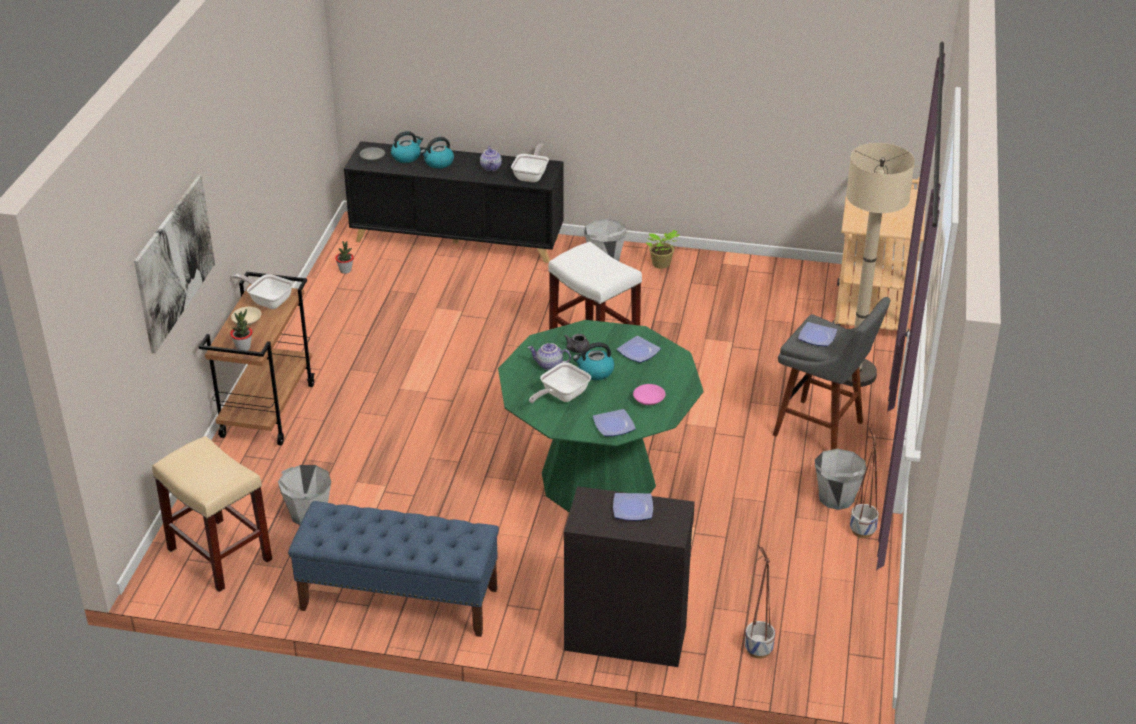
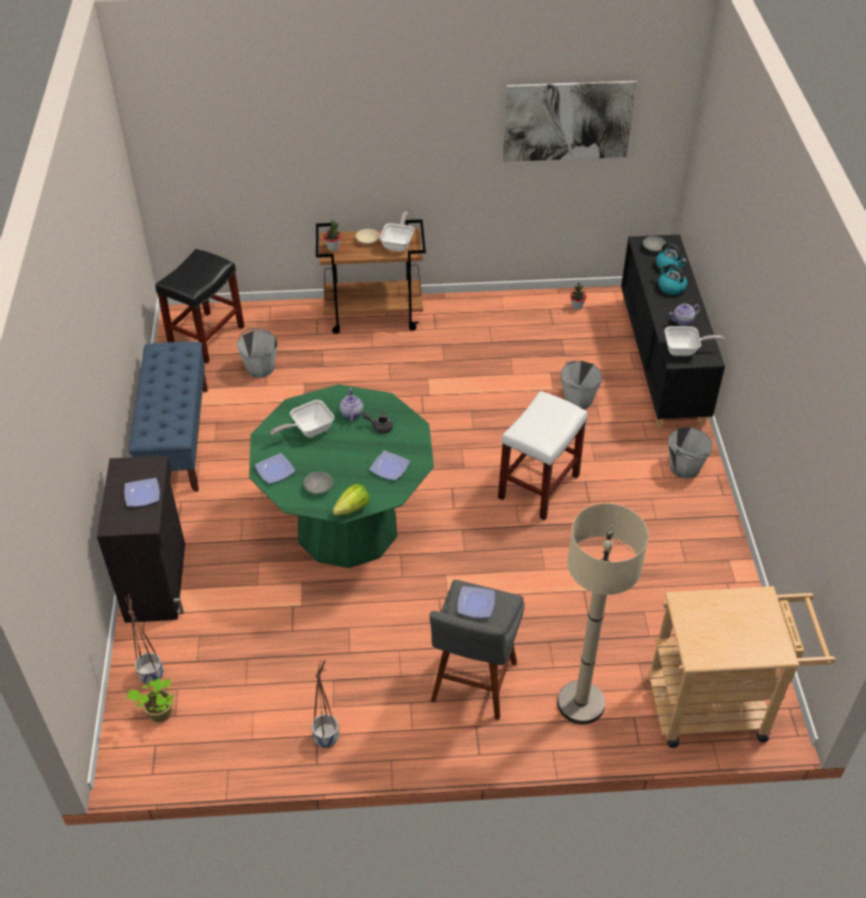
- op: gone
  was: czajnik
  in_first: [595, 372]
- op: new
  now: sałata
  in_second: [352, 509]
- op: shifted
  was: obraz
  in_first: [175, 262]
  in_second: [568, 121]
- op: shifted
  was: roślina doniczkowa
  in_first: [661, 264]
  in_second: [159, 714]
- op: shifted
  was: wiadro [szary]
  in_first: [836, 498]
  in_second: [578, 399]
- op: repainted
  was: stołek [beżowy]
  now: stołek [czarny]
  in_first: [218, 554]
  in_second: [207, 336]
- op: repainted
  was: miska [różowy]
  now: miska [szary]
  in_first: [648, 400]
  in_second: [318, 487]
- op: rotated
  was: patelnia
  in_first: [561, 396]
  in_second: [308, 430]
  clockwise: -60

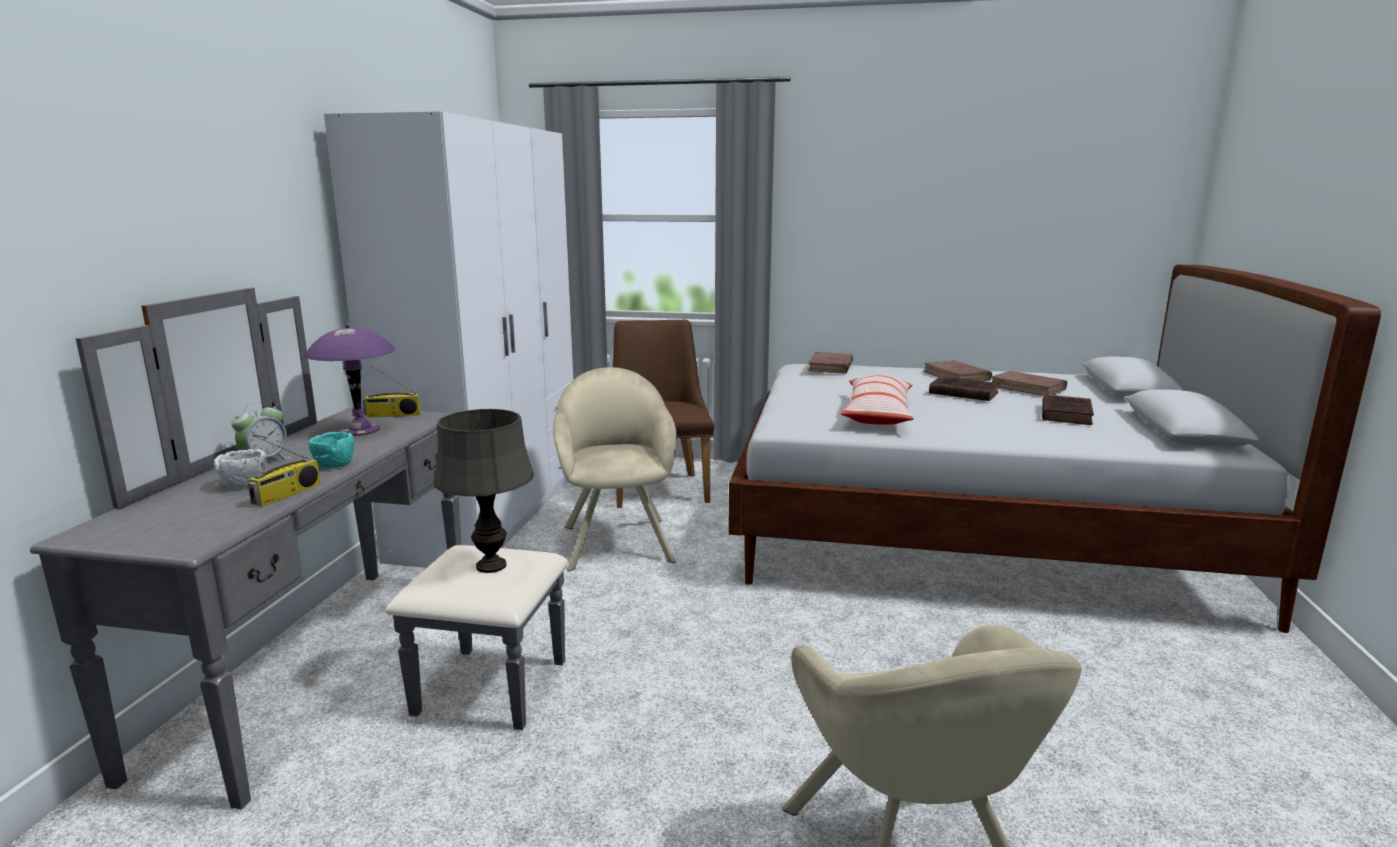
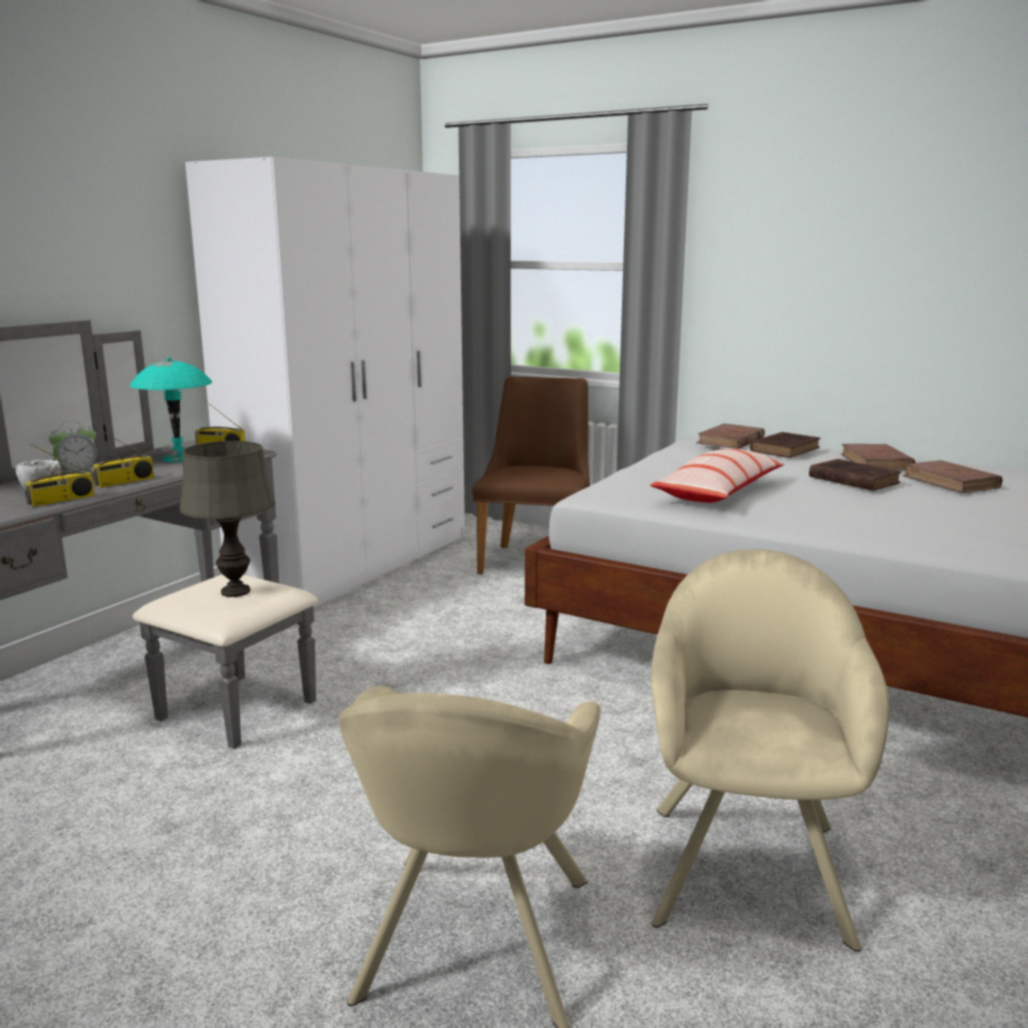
- op: shifted
  was: fotel [beżowy]
  in_first: [617, 540]
  in_second: [747, 862]
- op: shifted
  was: książka [brązowy]
  in_first: [1066, 414]
  in_second: [785, 449]
- op: swapped
  was: miska [turkusowy]
  now: radio
  in_first: [335, 464]
  in_second: [124, 482]
- op: repainted
  was: lampa stołowa [fioletowy]
  now: lampa stołowa [turkusowy]
  in_first: [360, 430]
  in_second: [178, 458]

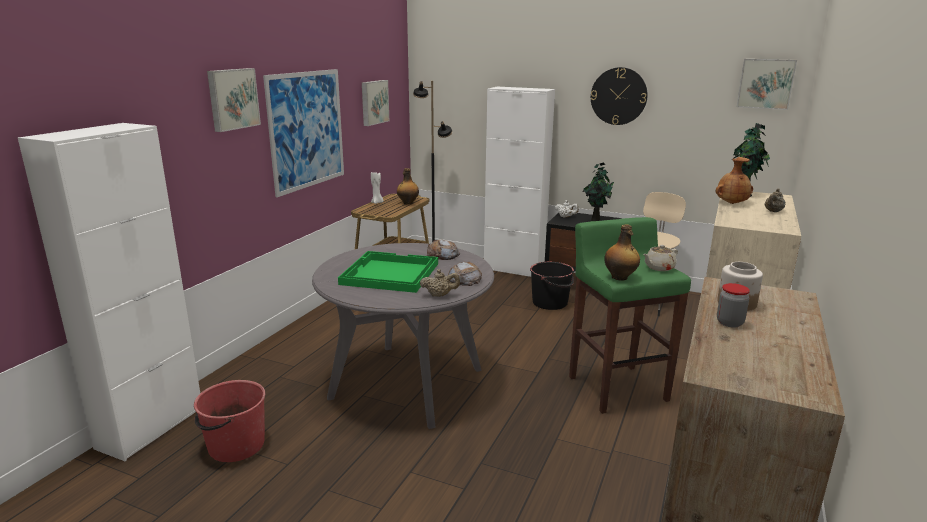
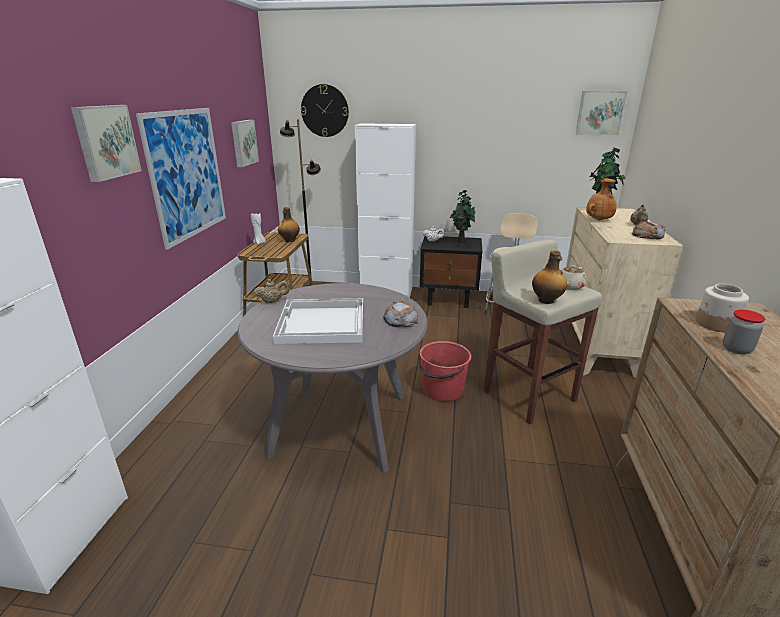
- op: gone
  was: wiadro [czarny]
  in_first: [550, 303]
- op: shifted
  was: wiadro [czerwony]
  in_first: [235, 446]
  in_second: [442, 390]
- op: shifted
  was: imbryk [beżowy]
  in_first: [440, 295]
  in_second: [272, 301]
- op: shifted
  was: chleb
  in_first: [442, 255]
  in_second: [647, 235]
- op: shifted
  was: zegar ścienny
  in_first: [618, 96]
  in_second: [325, 111]
- op: repainted
  was: taca [zielony]
  now: taca [biały]
  in_first: [389, 274]
  in_second: [321, 323]
- op: repainted
  was: stołek [zielony]
  now: stołek [beżowy]
  in_first: [617, 388]
  in_second: [528, 395]

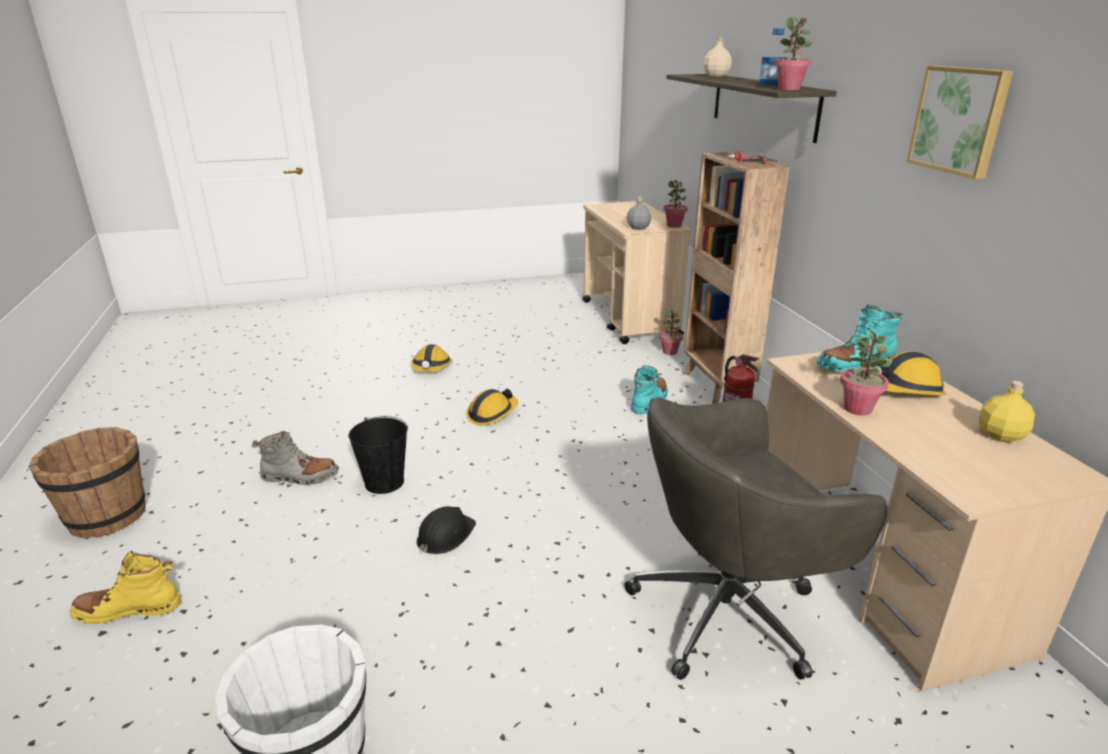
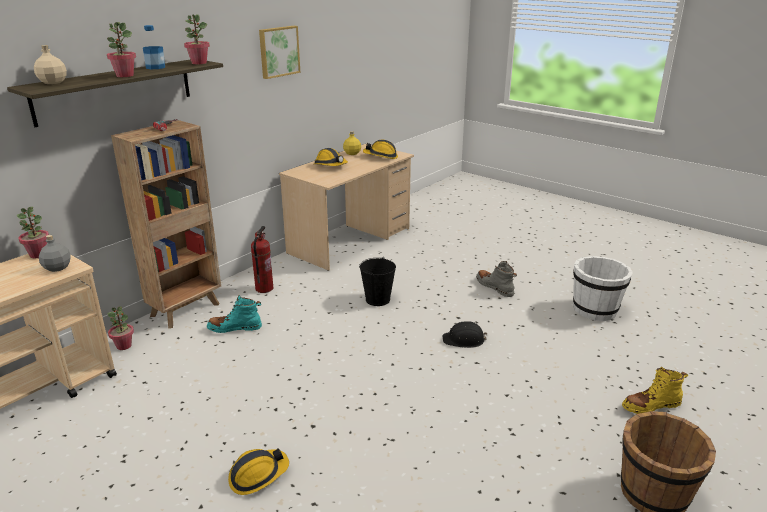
- op: gone
  was: krzesło biurowe [szary]
  in_first: [729, 611]
- op: gone
  was: but z cholewką [turkusowy]
  in_first: [855, 365]
- op: shifted
  was: but z cholewką [szary]
  in_first: [299, 477]
  in_second: [495, 287]
- op: shifted
  was: wiadro [czarny]
  in_first: [384, 482]
  in_second: [378, 299]
- op: shifted
  was: kask
  in_first: [492, 414]
  in_second: [381, 156]
- op: shifted
  was: roślina doniczkowa
  in_first: [858, 409]
  in_second: [125, 75]
- op: rotated
  was: but z cholewką [żółty]
  in_first: [129, 610]
  in_second: [650, 406]
  clockwise: 120

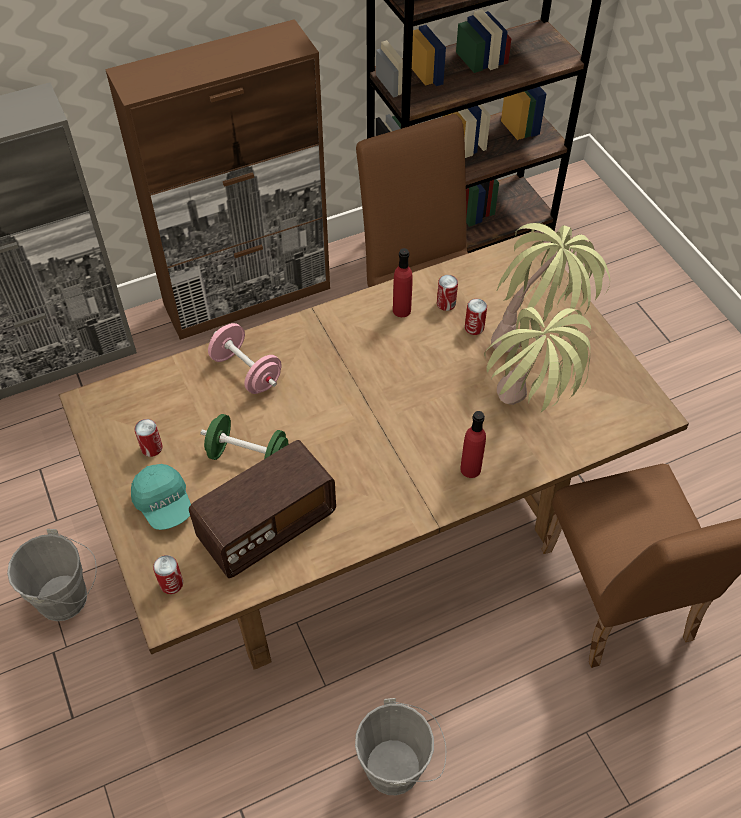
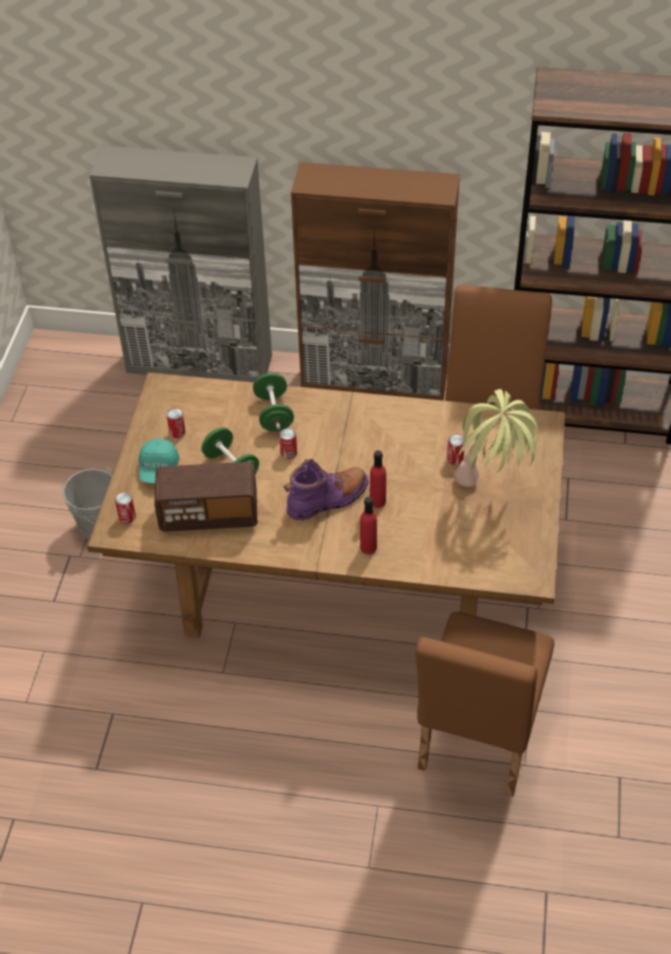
- op: gone
  was: wiadro [szary]
  in_first: [399, 767]
- op: gone
  was: roślina doniczkowa
  in_first: [526, 423]
- op: new
  now: but z cholewką [fioletowy]
  in_second: [328, 499]
- op: shifted
  was: butelka [czerwony]
  in_first: [401, 310]
  in_second: [377, 501]
- op: shifted
  was: puszka
  in_first: [446, 304]
  in_second: [288, 453]
- op: repainted
  was: hantel [różowy]
  now: hantel [zielony]
  in_first: [246, 371]
  in_second: [274, 413]

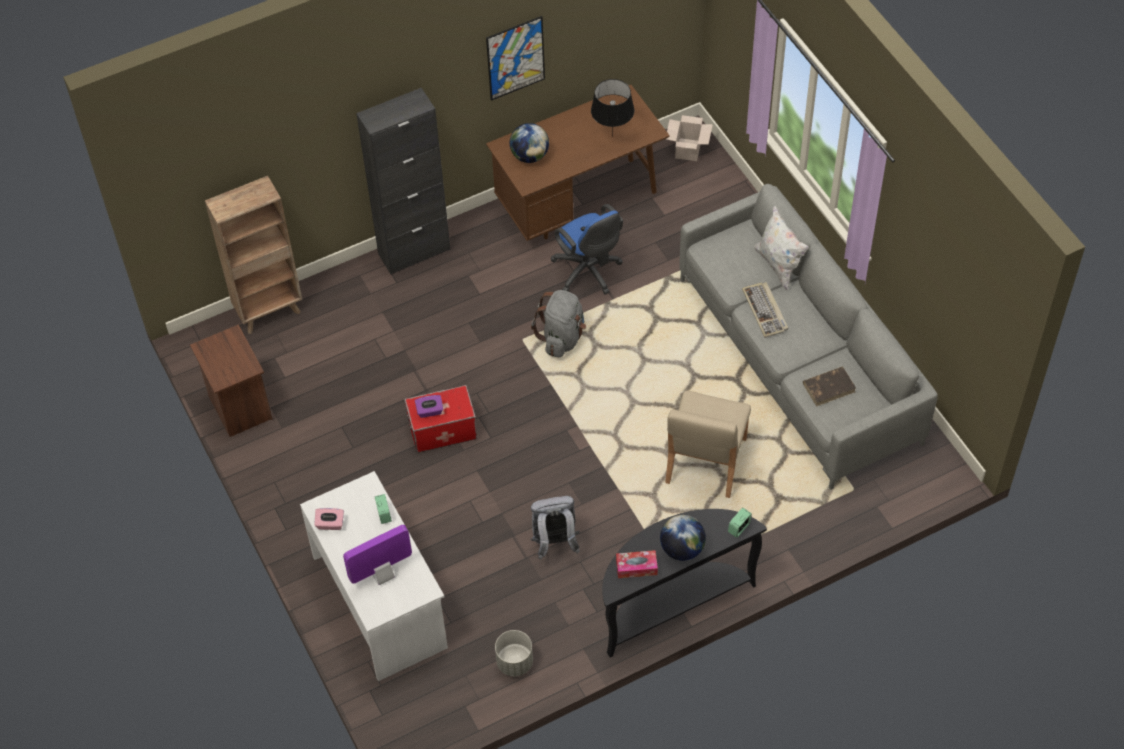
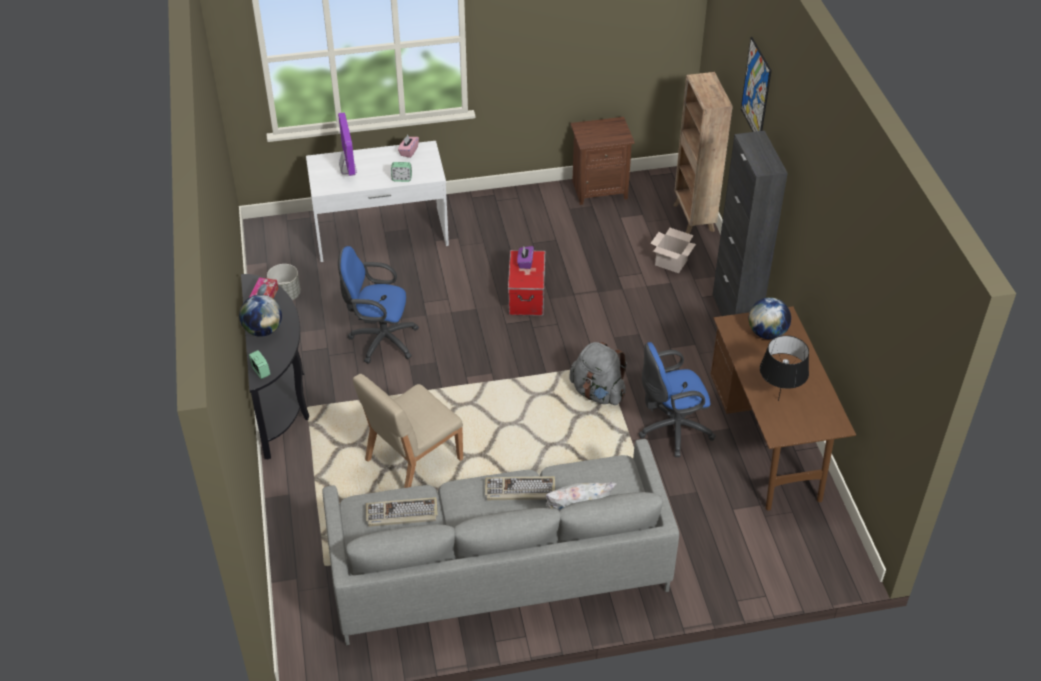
- op: shifted
  was: obraz
  in_first: [515, 58]
  in_second: [756, 90]
- op: shifted
  was: karton
  in_first: [687, 149]
  in_second: [672, 263]
- op: swapped
  was: plecak [szary]
  now: krzesło biurowe [niebieski]
  in_first: [554, 543]
  in_second: [380, 340]
- op: swapped
  was: książka [brązowy]
  now: klawiatura
  in_first: [829, 387]
  in_second: [401, 514]
- op: rotated
  was: krzesło [beżowy]
  in_first: [705, 461]
  in_second: [412, 460]
  clockwise: -75

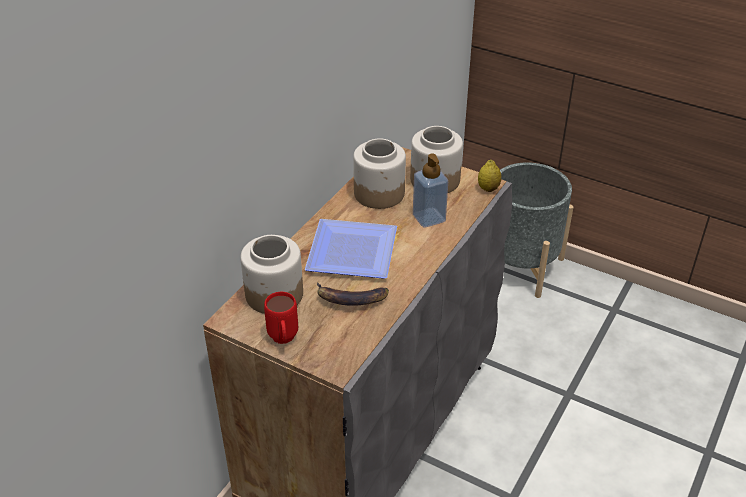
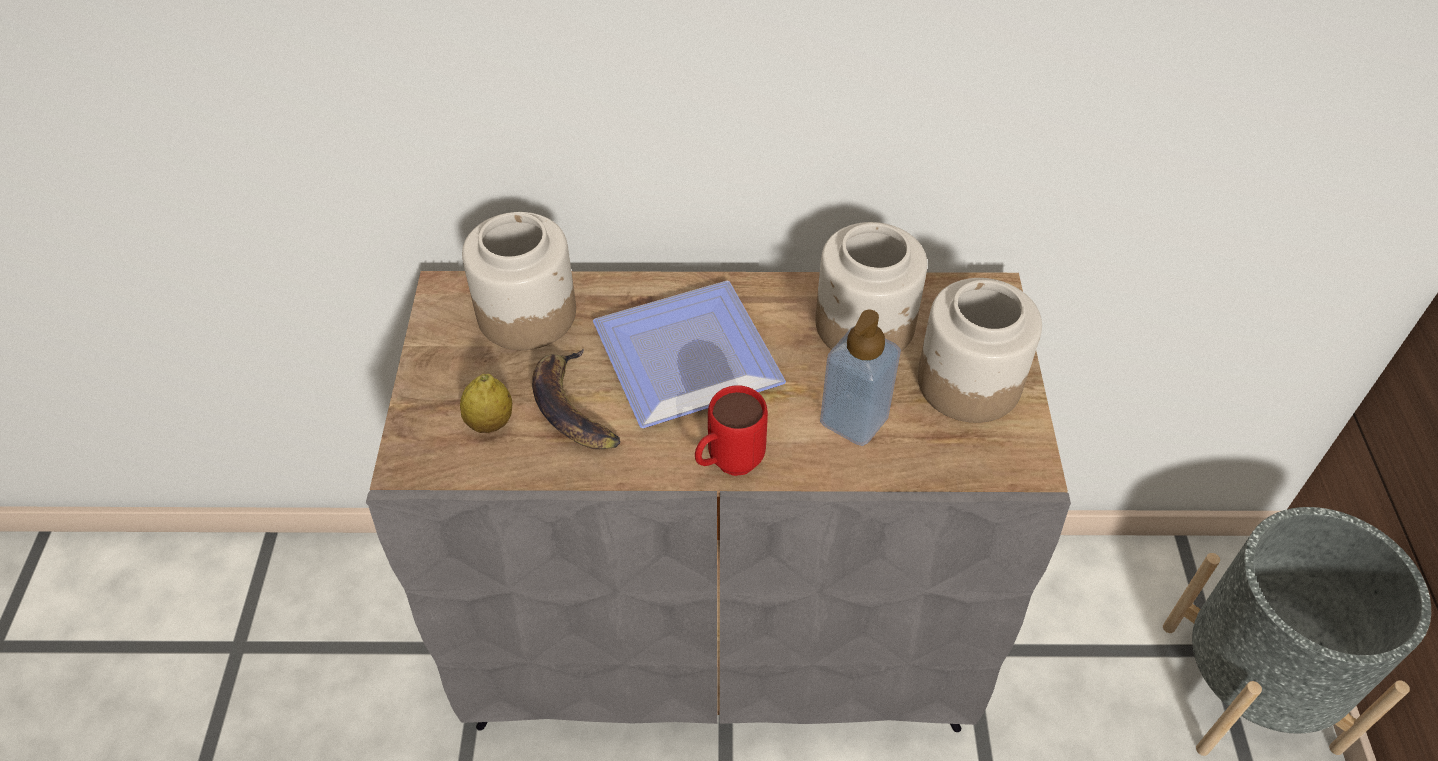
- op: shifted
  was: kubek [czerwony]
  in_first: [283, 341]
  in_second: [727, 466]
- op: shifted
  was: cytryna
  in_first: [488, 188]
  in_second: [490, 423]

